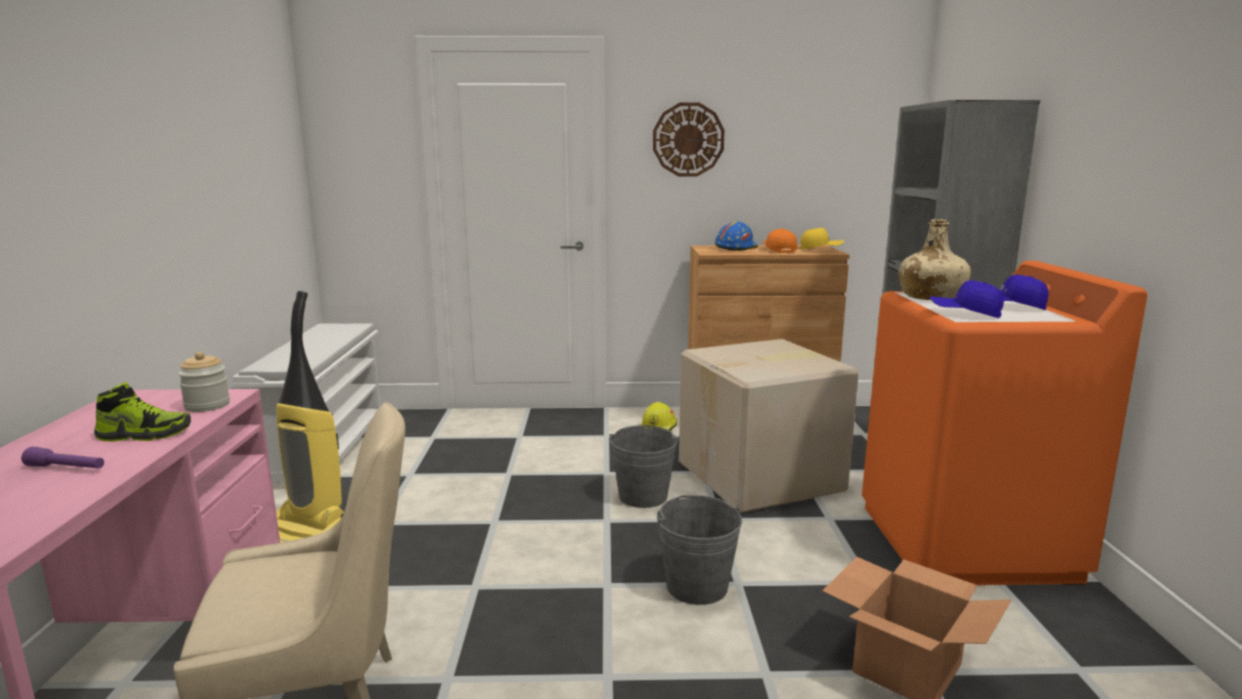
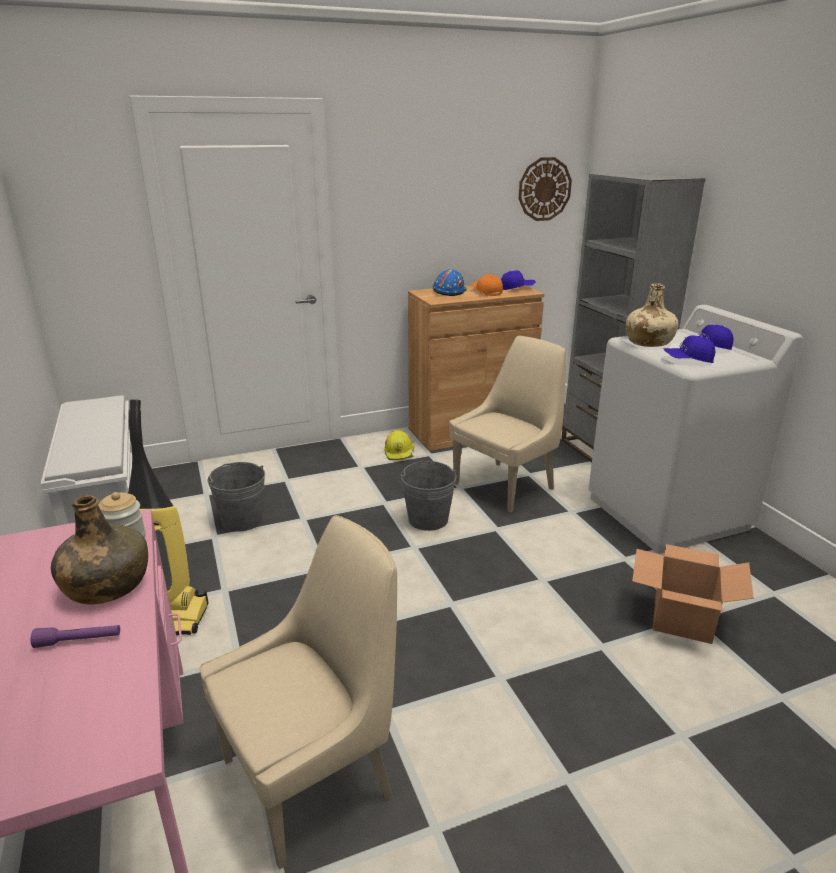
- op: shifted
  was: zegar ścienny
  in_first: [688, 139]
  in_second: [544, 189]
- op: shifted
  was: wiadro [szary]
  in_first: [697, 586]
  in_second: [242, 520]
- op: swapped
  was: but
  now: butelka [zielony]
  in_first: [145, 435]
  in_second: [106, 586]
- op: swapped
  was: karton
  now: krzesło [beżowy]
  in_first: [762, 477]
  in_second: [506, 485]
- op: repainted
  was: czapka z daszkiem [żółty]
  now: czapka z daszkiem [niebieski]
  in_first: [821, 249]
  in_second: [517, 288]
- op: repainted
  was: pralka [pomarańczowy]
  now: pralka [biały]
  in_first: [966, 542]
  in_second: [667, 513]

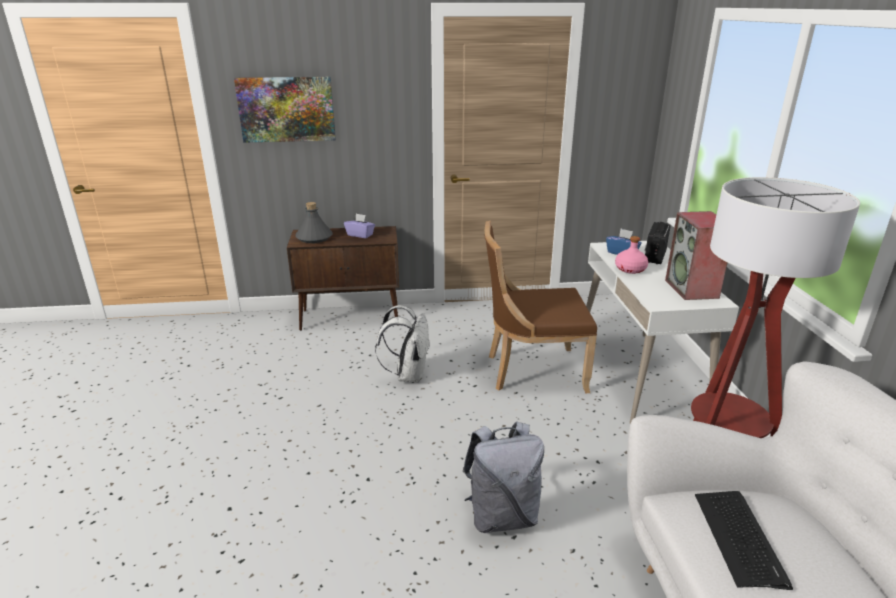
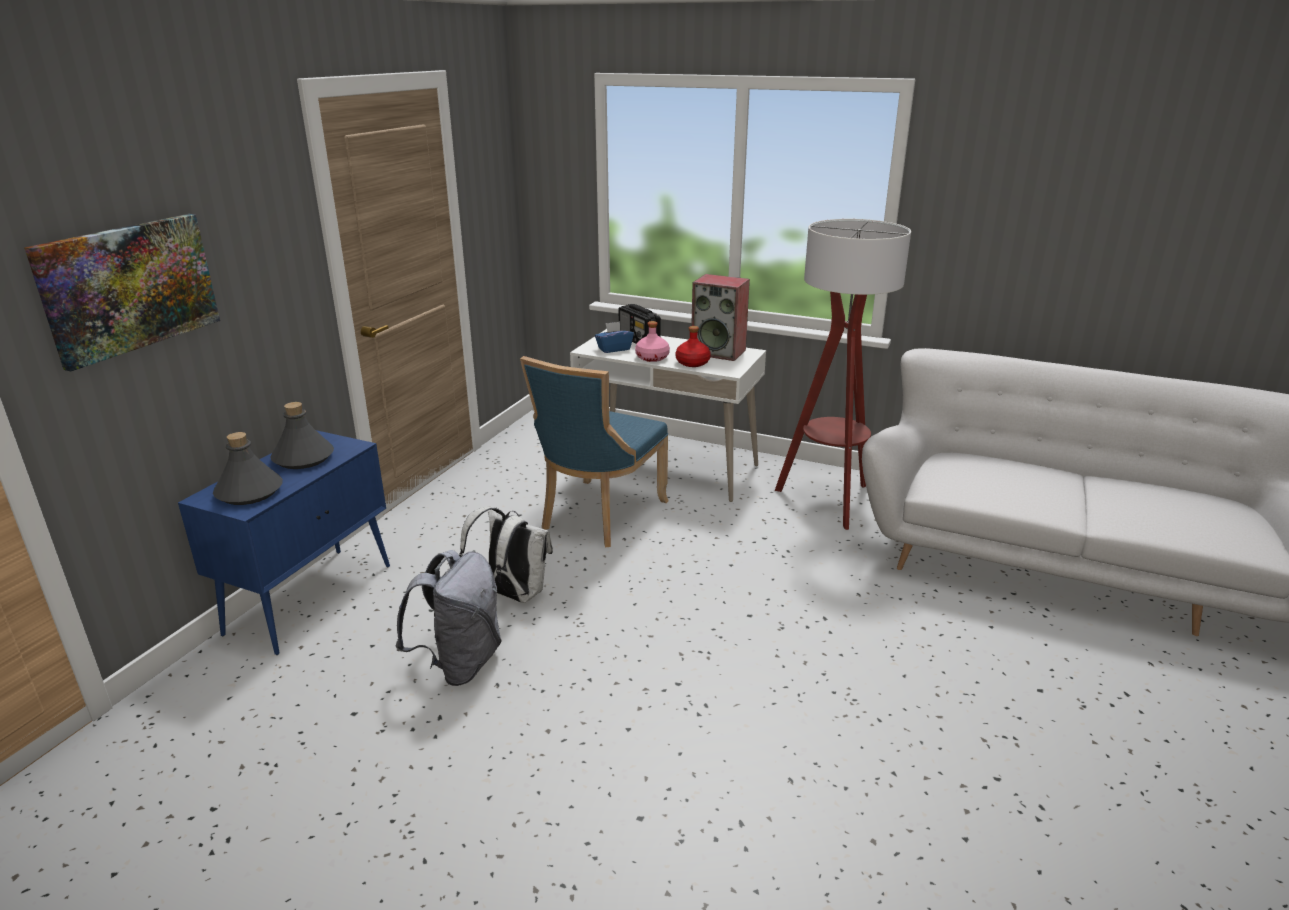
- op: gone
  was: klawiatura
  in_first: [739, 538]
- op: new
  now: butelka [czerwony]
  in_second: [692, 363]
- op: shifted
  was: plecak [szary]
  in_first: [502, 516]
  in_second: [460, 663]
- op: swapped
  was: pudełko chusteczek [fioletowy]
  now: butelka [szary]
  in_first: [360, 235]
  in_second: [303, 458]
- op: repainted
  was: szafka [brązowy]
  now: szafka [niebieski]
  in_first: [351, 318]
  in_second: [311, 598]
- op: repainted
  was: krzesło [brązowy]
  now: krzesło [niebieski]
  in_first: [531, 371]
  in_second: [598, 516]

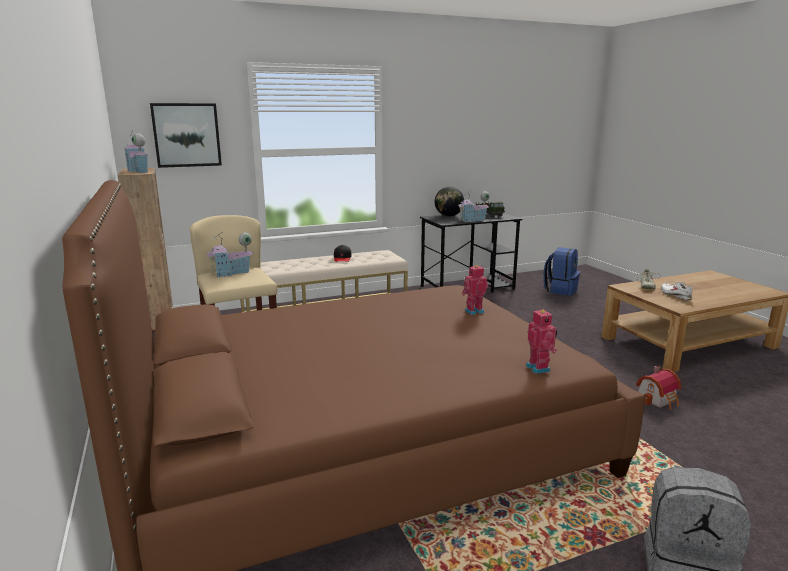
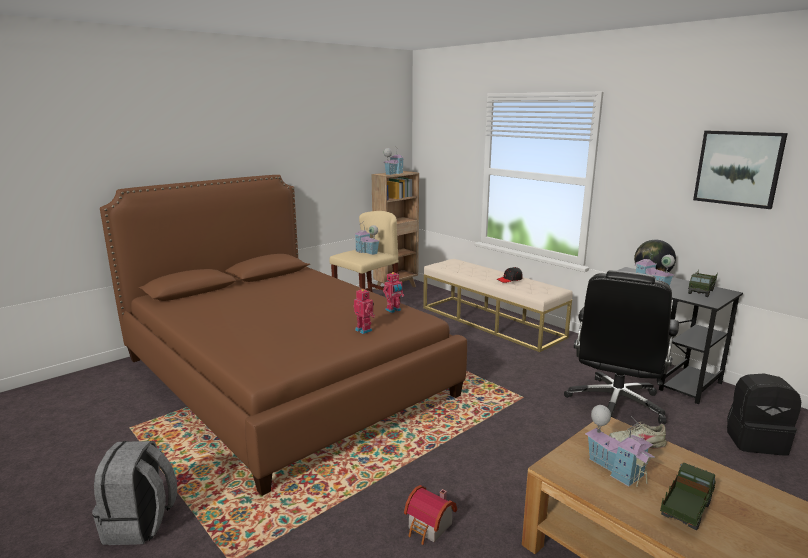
- op: new
  now: krzesło biurowe [czarny]
  in_second: [615, 404]
- op: new
  now: ciężarówka zabawkowa
  in_second: [685, 511]
- op: shifted
  was: obraz
  in_first: [186, 135]
  in_second: [738, 168]
- op: shifted
  was: robot zabawkowy
  in_first: [539, 368]
  in_second: [393, 310]
- op: swapped
  was: but [biały]
  now: domek
  in_first: [676, 295]
  in_second: [616, 469]
- op: repainted
  was: plecak [niebieski]
  now: plecak [czarny]
  in_first: [560, 290]
  in_second: [755, 441]

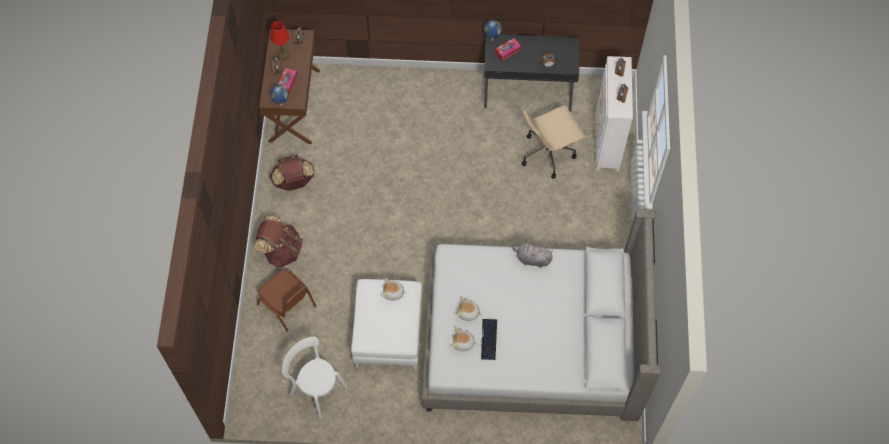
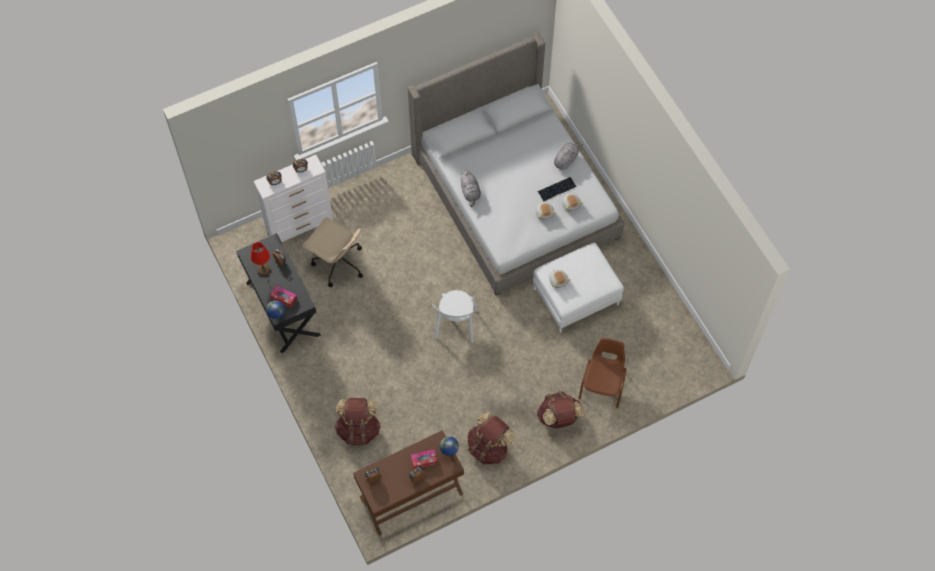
- op: new
  now: plecak [brązowy]
  in_second: [358, 429]
- op: new
  now: pluszak [szary]
  in_second: [566, 159]
- op: shifted
  was: lampa stołowa [czerwony]
  in_first: [283, 54]
  in_second: [264, 270]
- op: shifted
  was: krzesło [biały]
  in_first: [316, 388]
  in_second: [455, 326]

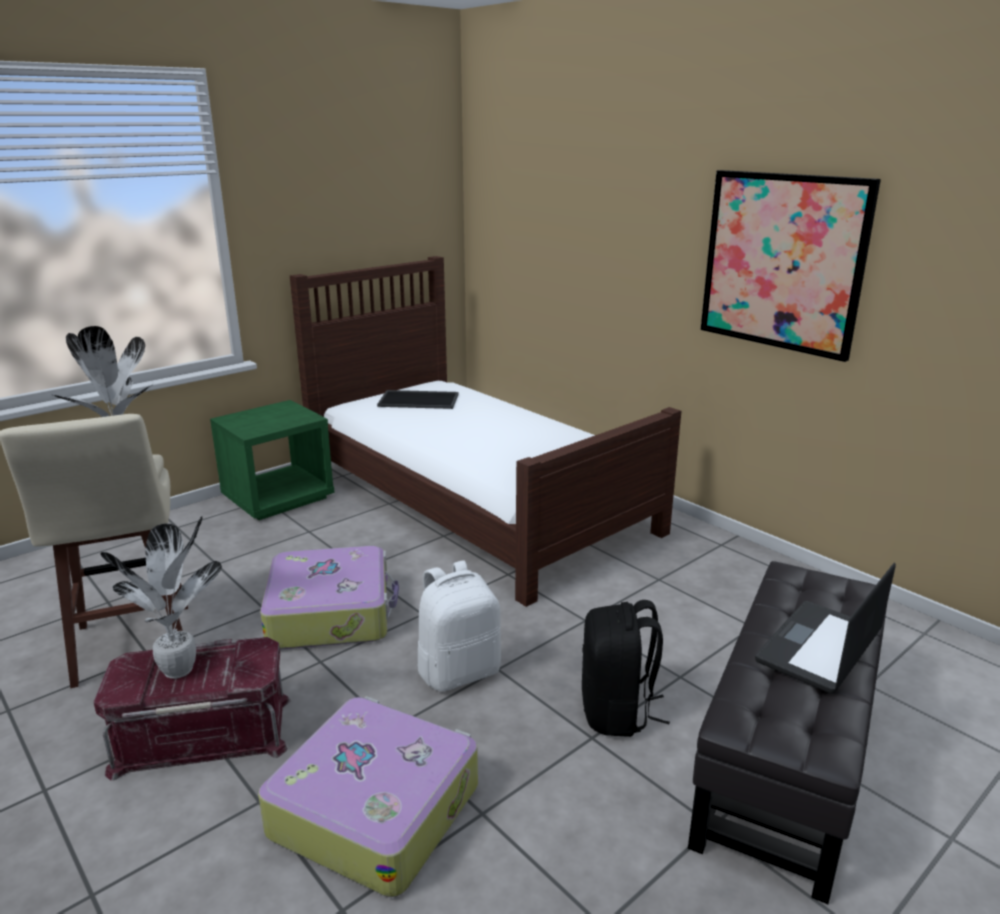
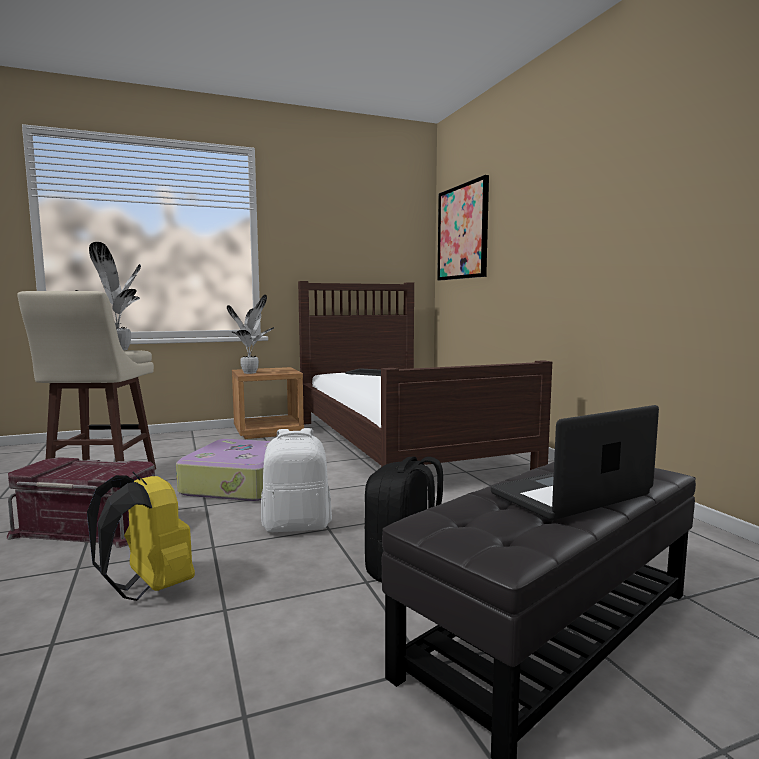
- op: shifted
  was: roślina doniczkowa
  in_first: [181, 670]
  in_second: [251, 373]
- op: shifted
  was: obraz
  in_first: [782, 262]
  in_second: [462, 232]
- op: swapped
  was: walizka
  now: plecak [żółty]
  in_first: [375, 807]
  in_second: [149, 588]
- op: repainted
  was: szafka nocna [zielony]
  now: szafka nocna [brązowy]
  in_first: [278, 497]
  in_second: [268, 431]

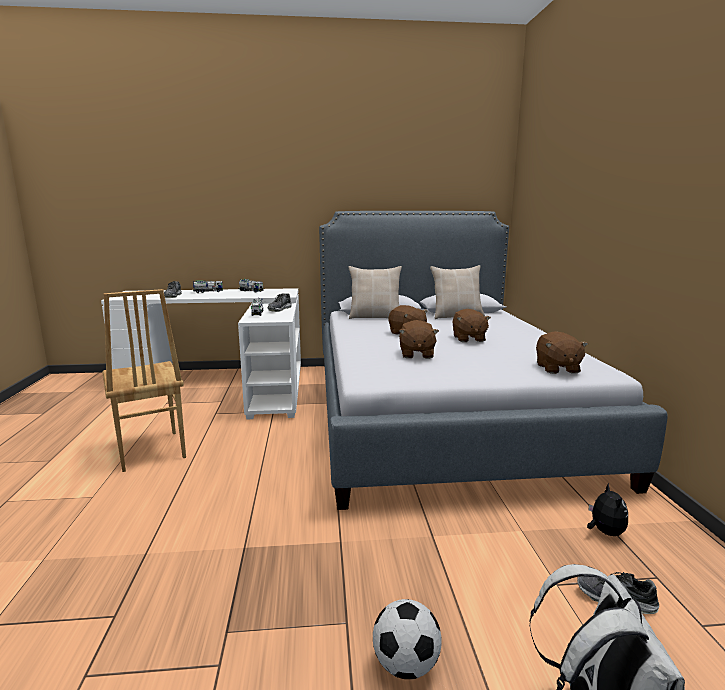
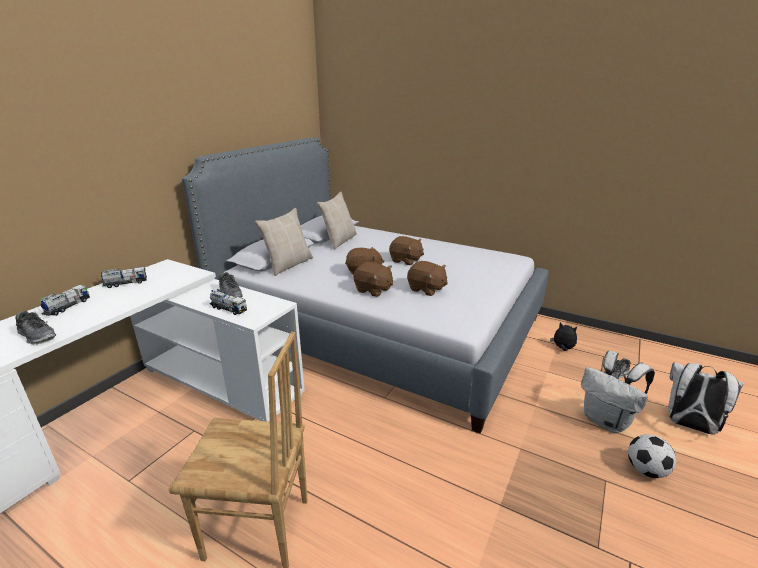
- op: new
  now: plecak [biały]
  in_second: [607, 421]
- op: shifted
  was: pluszak [brązowy]
  in_first: [557, 369]
  in_second: [373, 290]

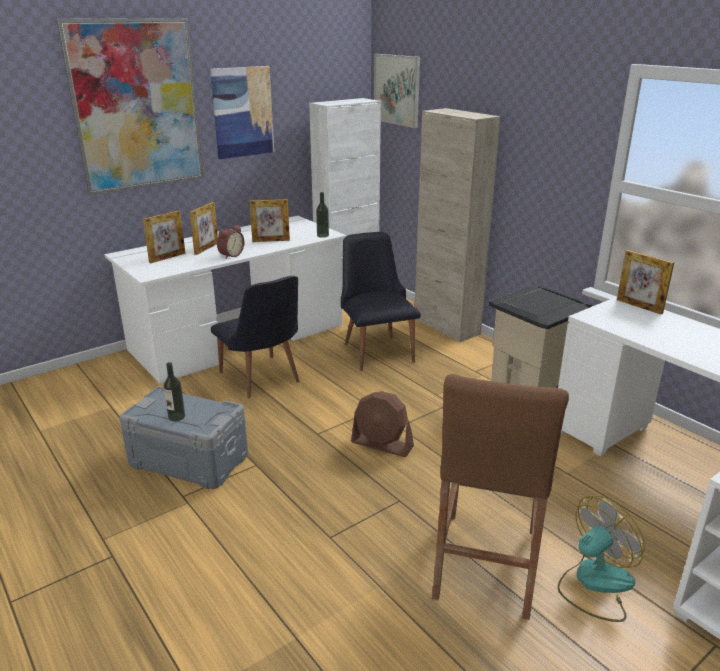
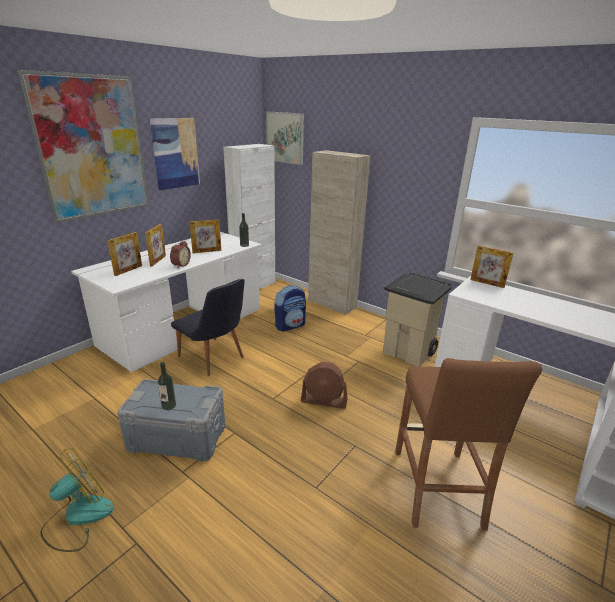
- op: shifted
  was: wentylator
  in_first: [594, 584]
  in_second: [78, 517]
- op: swapped
  was: krzesło [czarny]
  now: plecak
  in_first: [376, 349]
  in_second: [290, 325]

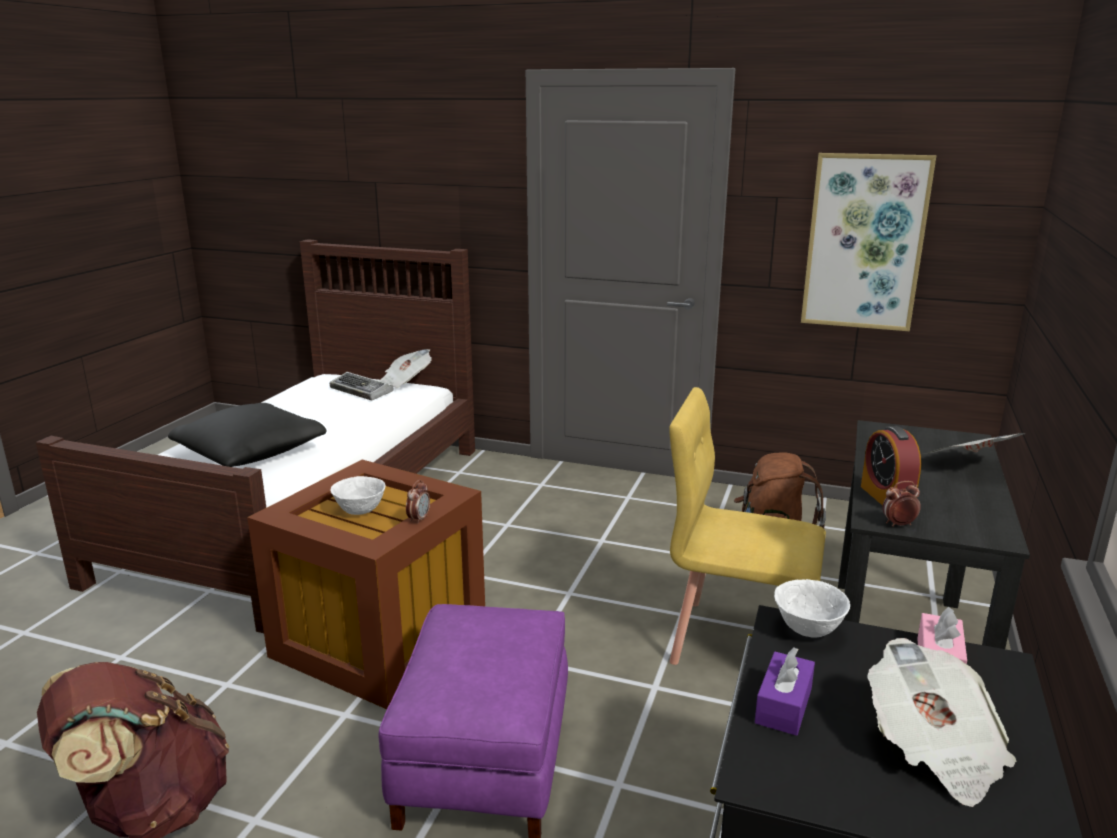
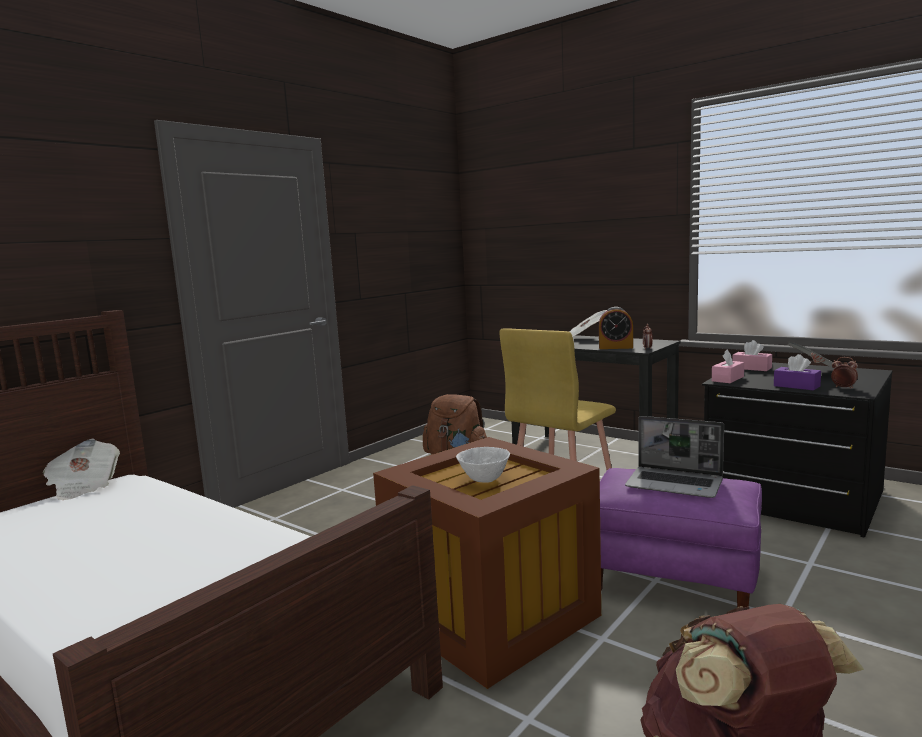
- op: gone
  was: poduszka [czarny]
  in_first: [251, 453]
- op: gone
  was: klawiatura
  in_first: [362, 391]
- op: gone
  was: obraz
  in_first: [864, 242]
- op: new
  now: laptop
  in_second: [675, 484]
- op: shifted
  was: budzik
  in_first: [419, 519]
  in_second: [843, 388]
- op: swapped
  was: miska [biały]
  now: pudełko chusteczek [różowy]
  in_first: [807, 630]
  in_second: [727, 379]

